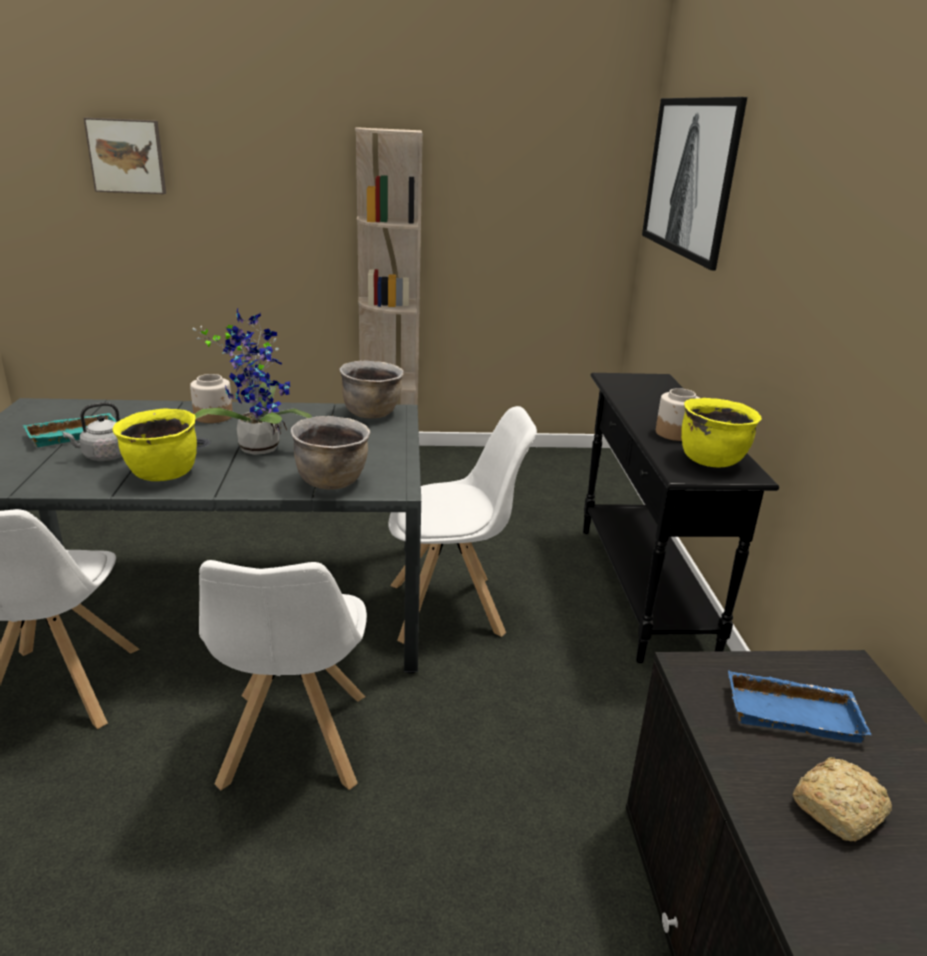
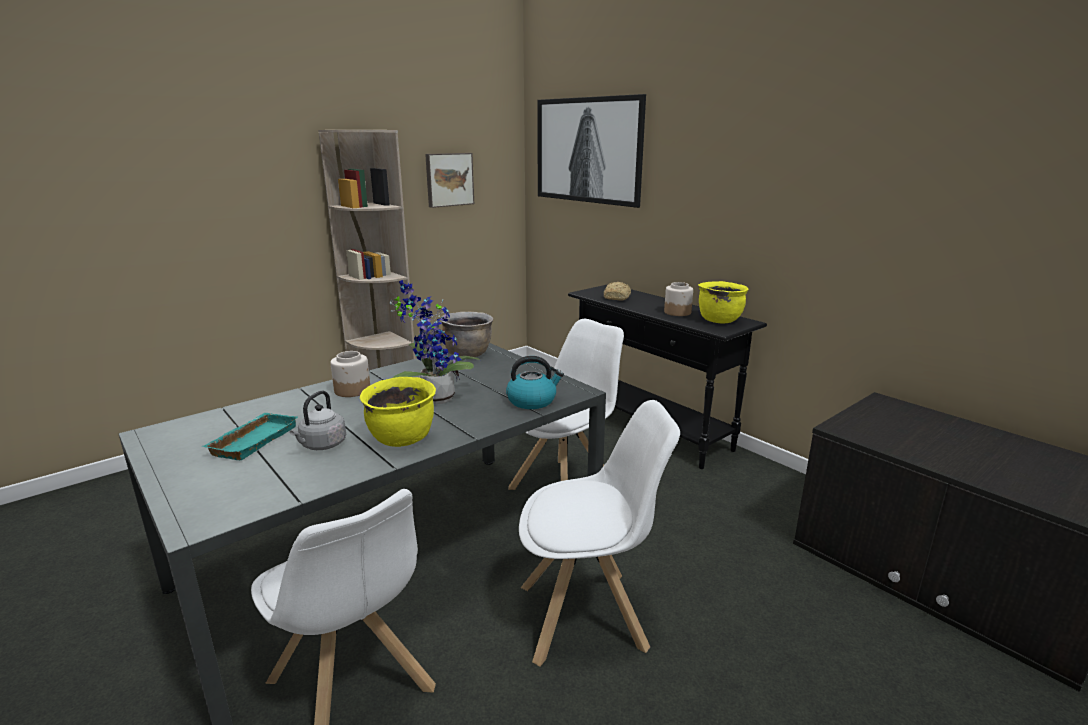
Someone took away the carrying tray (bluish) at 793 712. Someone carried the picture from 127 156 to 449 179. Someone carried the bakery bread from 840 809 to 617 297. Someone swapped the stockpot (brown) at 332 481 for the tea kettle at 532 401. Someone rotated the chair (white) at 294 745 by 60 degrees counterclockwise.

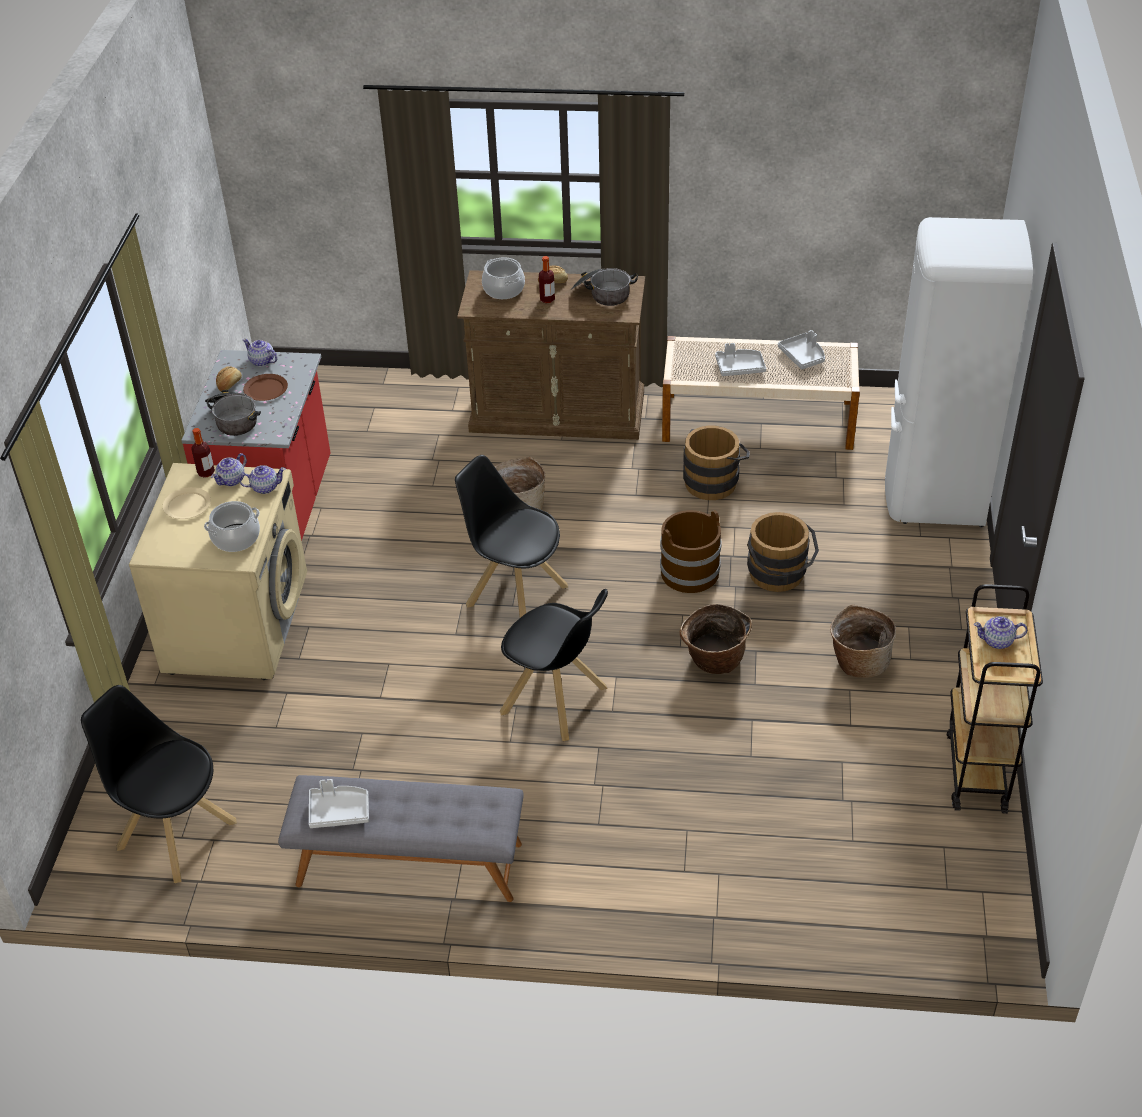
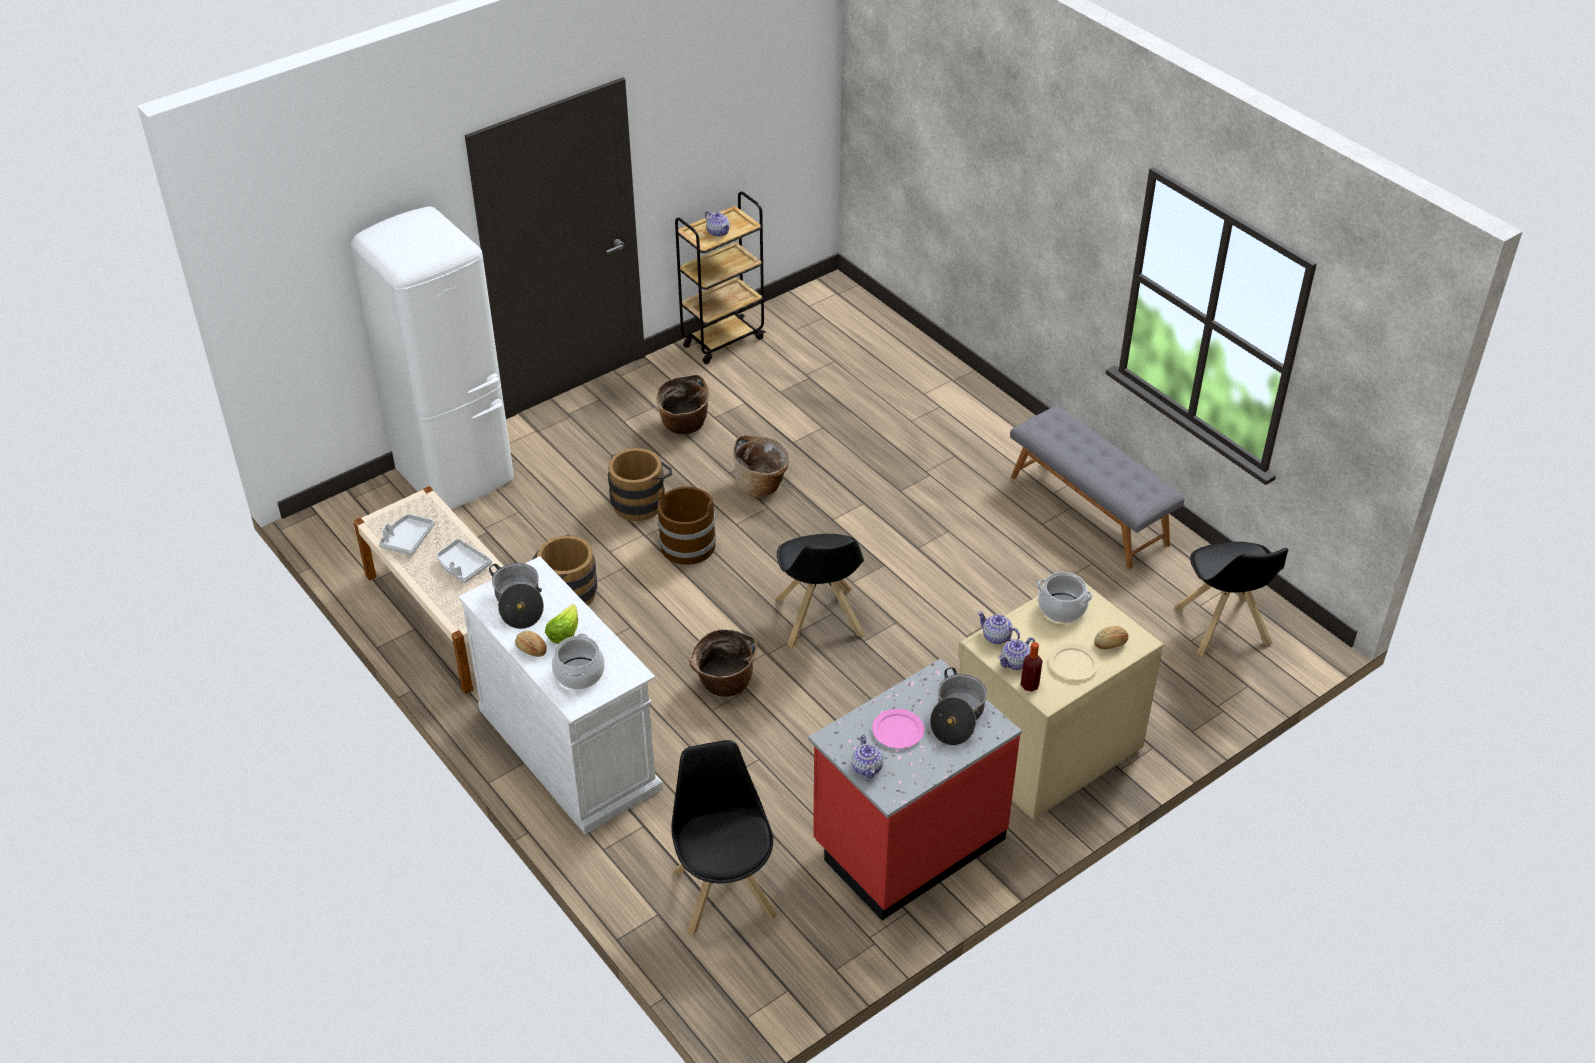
Someone took away the carrying tray (greyish) at 339 811. Someone carried the bakery bread from 229 384 to 1111 643. Someone carried the chair (black-coloured) from 556 701 to 724 890. Someone swapped the bottle at 547 299 for the head of lettuce at 564 634. Someone repainted the dinner plate (brown) at 266 389, which became the dinner plate (pink-coloured) at 898 730. Someone repainted the drawer chest (brown) at 557 411, which became the drawer chest (white) at 568 749. Someone rotated the tea pot at 232 480 by 150 degrees clockwise.

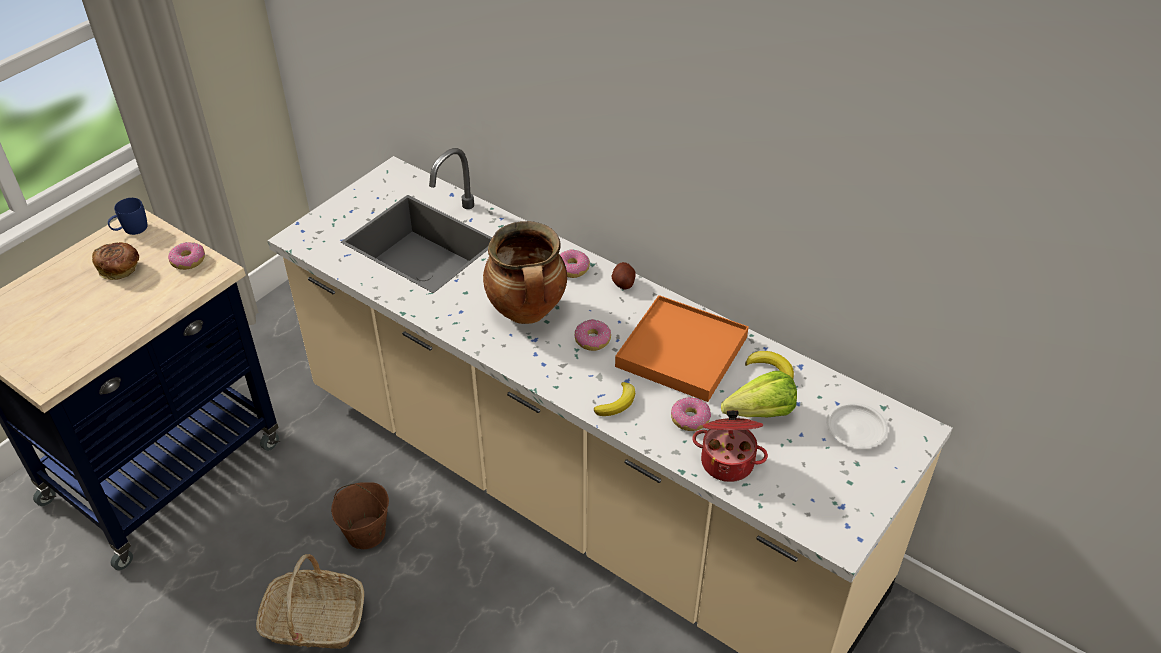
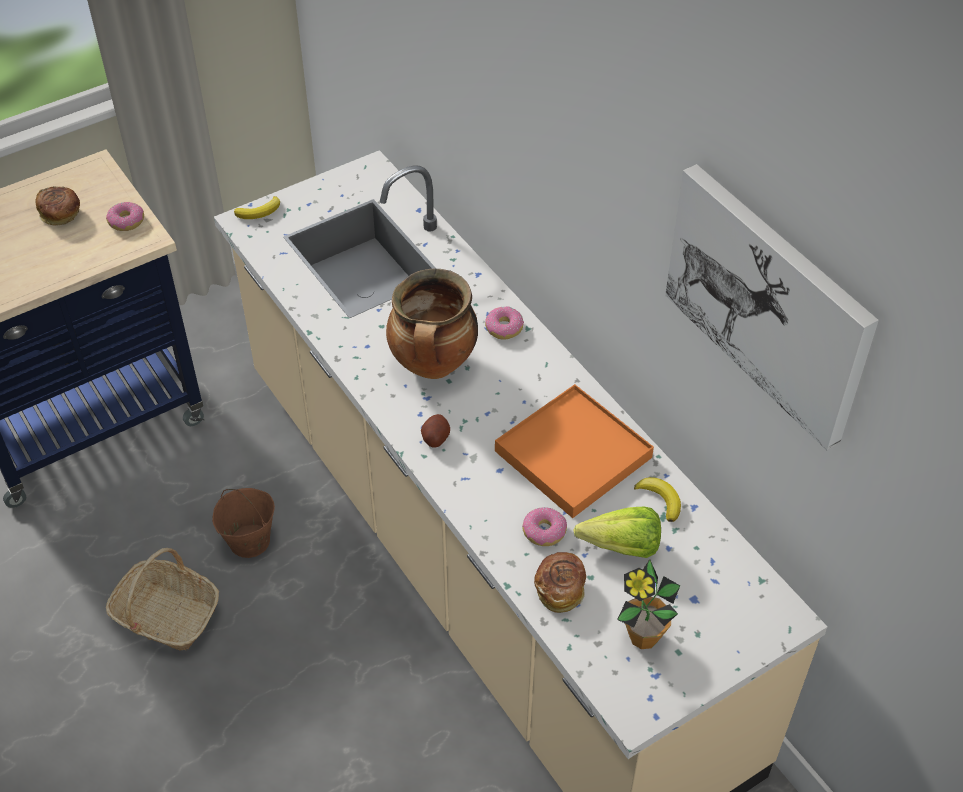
Someone took away the mug (bluish) at 131 230. Someone took away the ring doughnut at 592 340. Someone took away the dinner plate (white) at 855 428. Someone put down the plant in a pot at 643 637. Someone put up the picture at 768 303. Someone carried the banana fruit from 617 403 to 260 211. Someone carried the spud from 623 283 to 435 438. Someone swapped the stockpot at 727 461 for the bakery bread at 560 589.

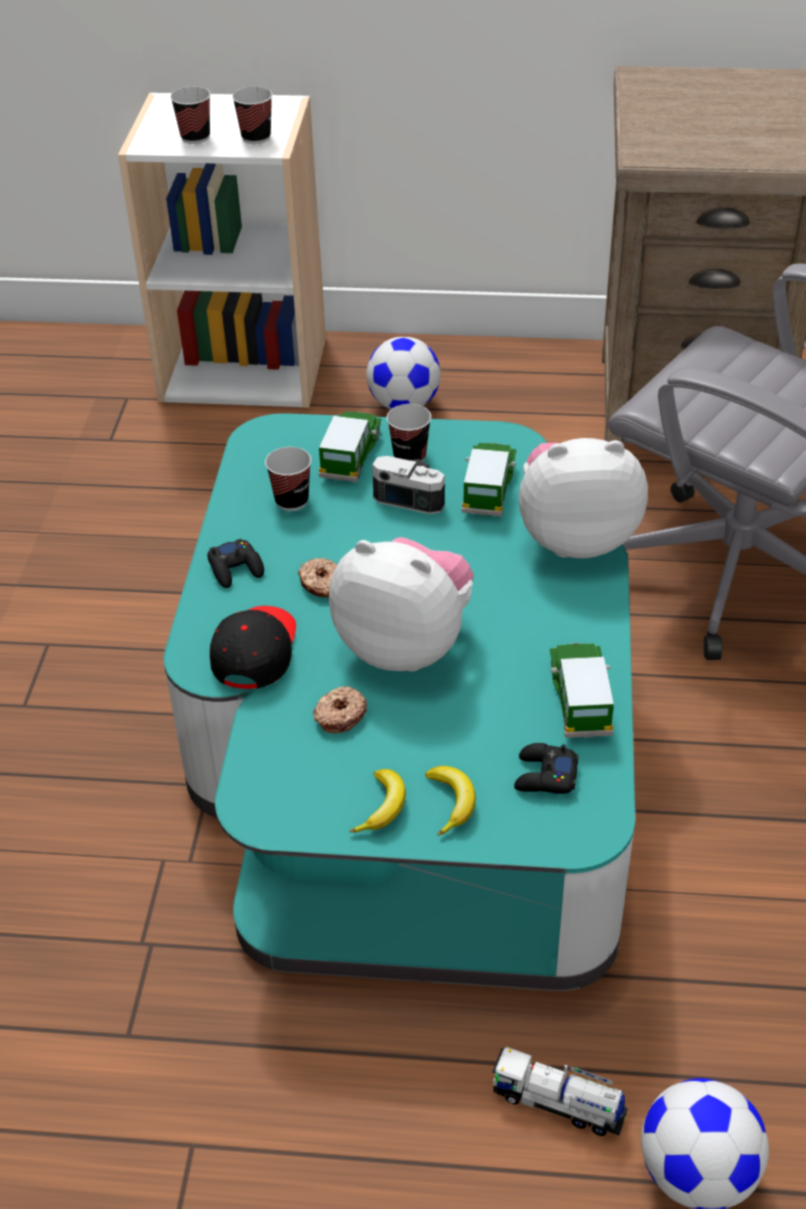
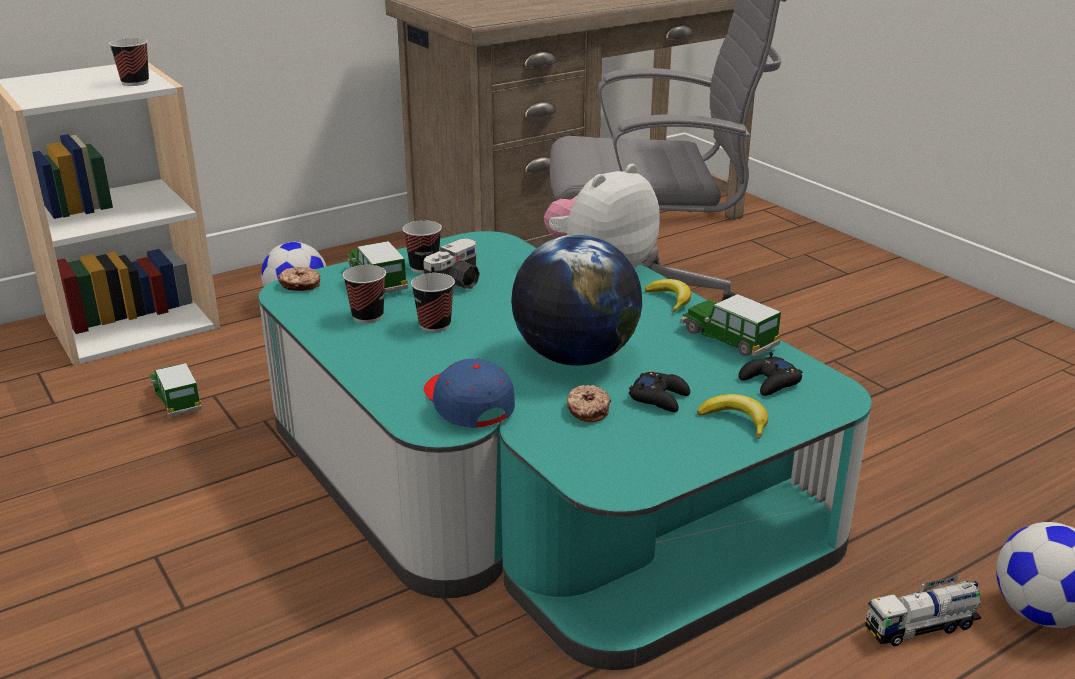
Someone carried the small cup from 195 137 to 435 325. Someone carried the game controller (black-coloured) from 236 569 to 660 398. Someone carried the ring doughnut from 321 584 to 300 285. Someone carried the banana fruit from 382 807 to 670 300. Someone carried the miniature car from 488 488 to 177 399. Someone swapped the plush toy at 406 645 for the globe at 575 357. Someone repainted the cap (black-coloured) at 255 651, which became the cap (bluish) at 467 403. Someone rotated the still camera at 412 495 by 150 degrees clockwise.

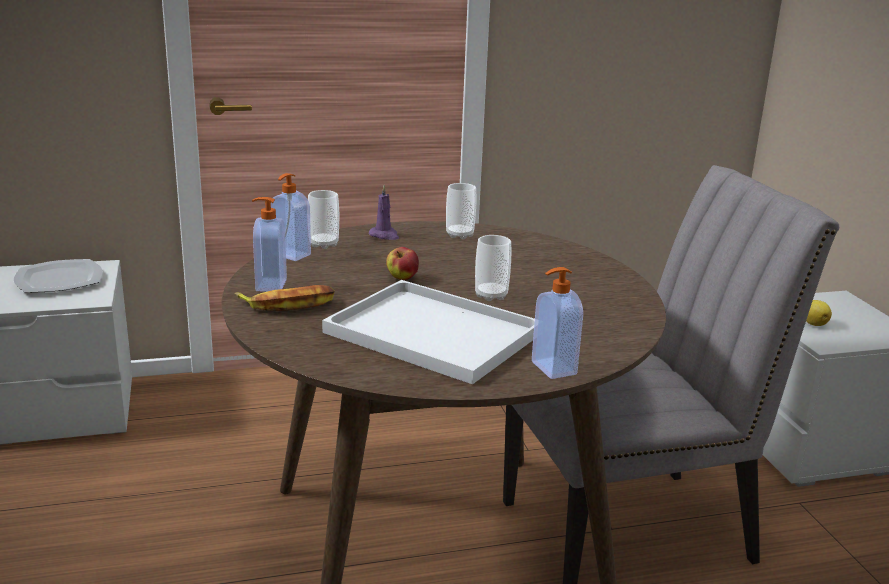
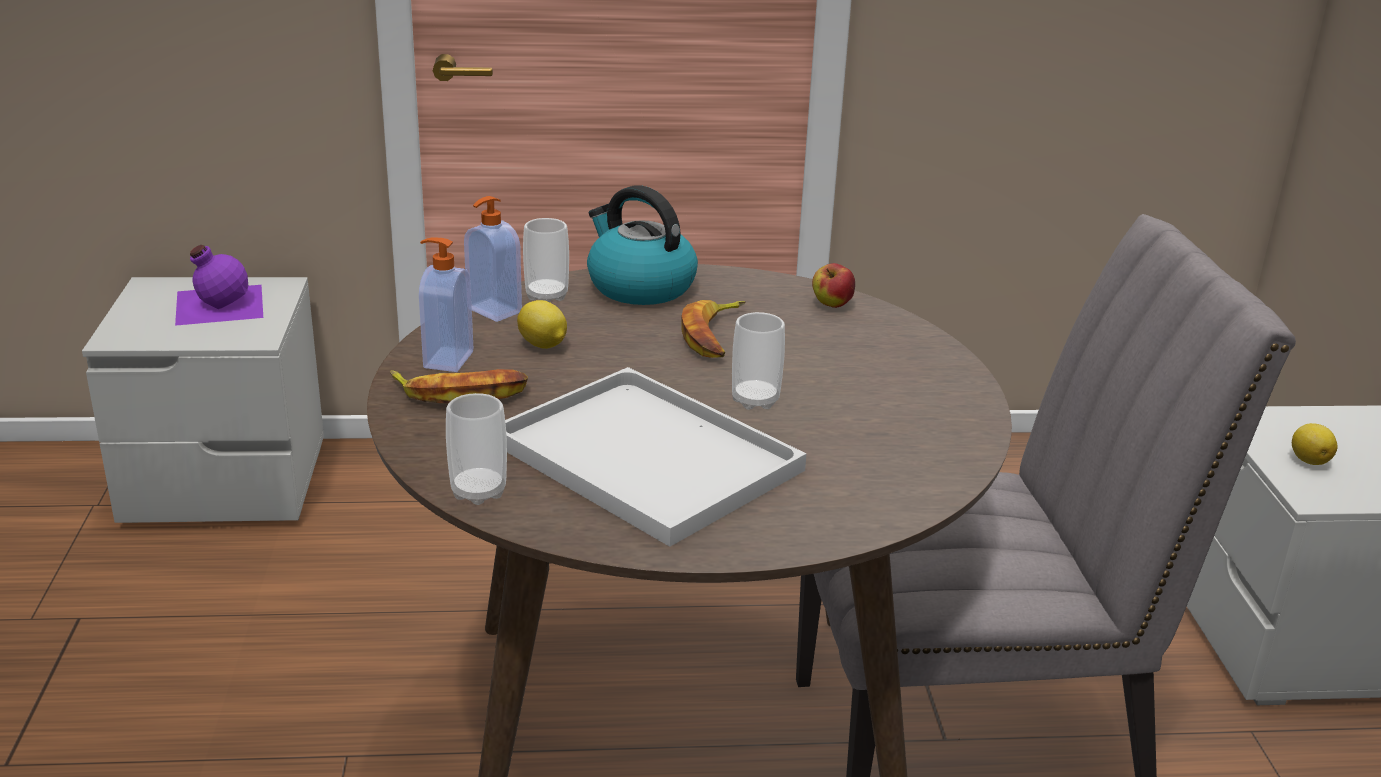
Someone took away the soap bottle at 552 368. Someone put down the citrus fruit at 543 345. Someone put down the banana fruit at 715 336. Someone carried the apple fruit from 402 278 to 832 305. Someone carried the small cup from 459 235 to 478 492. Someone swapped the dinner plate at 58 280 for the bottle (purplish) at 218 303. Someone swapped the wax candle (purplish) at 384 235 for the tea kettle at 639 286.

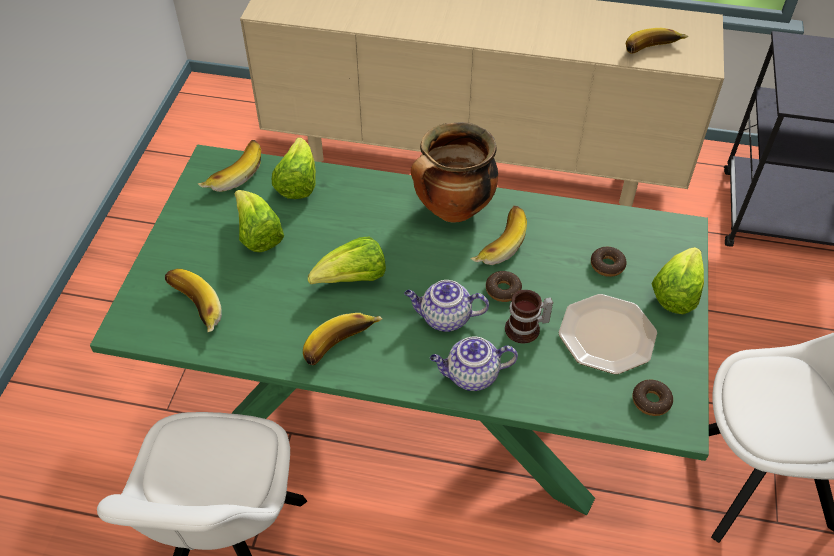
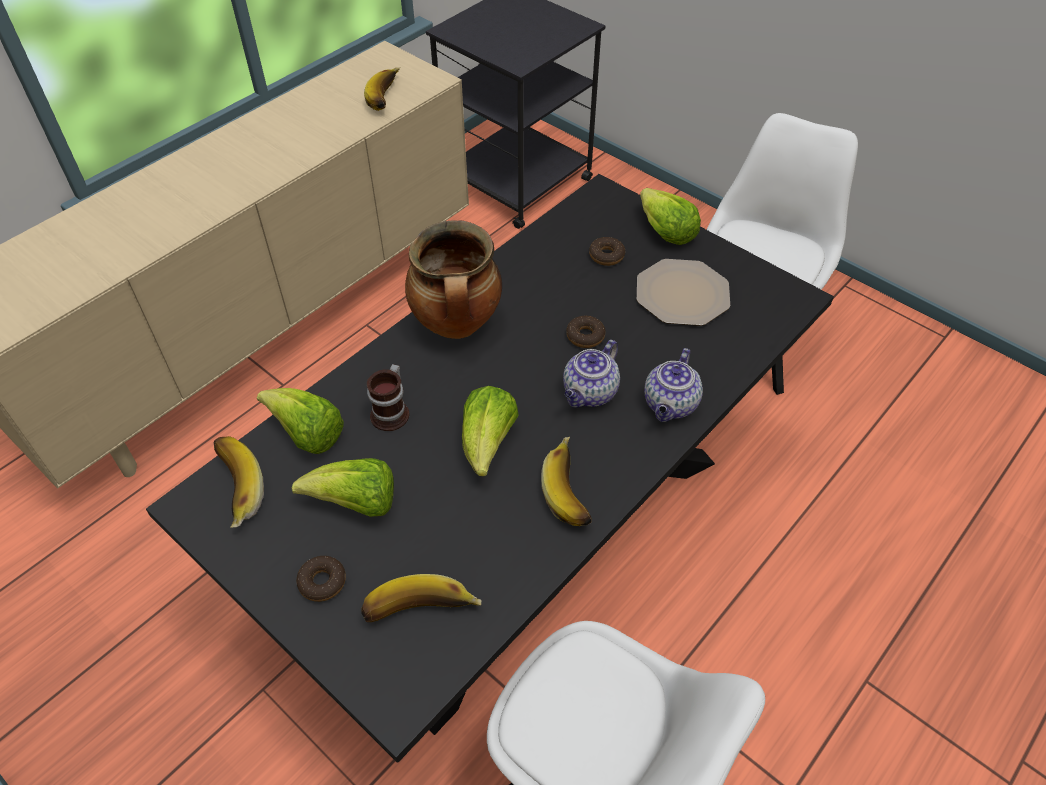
Someone took away the banana fruit at 496 243. Someone carried the mug from 526 330 to 393 412. Someone carried the ring doughnut from 651 401 to 322 582. Someone repainted the dining table (greenish) at 416 405, which became the dining table (black-coloured) at 524 535.

